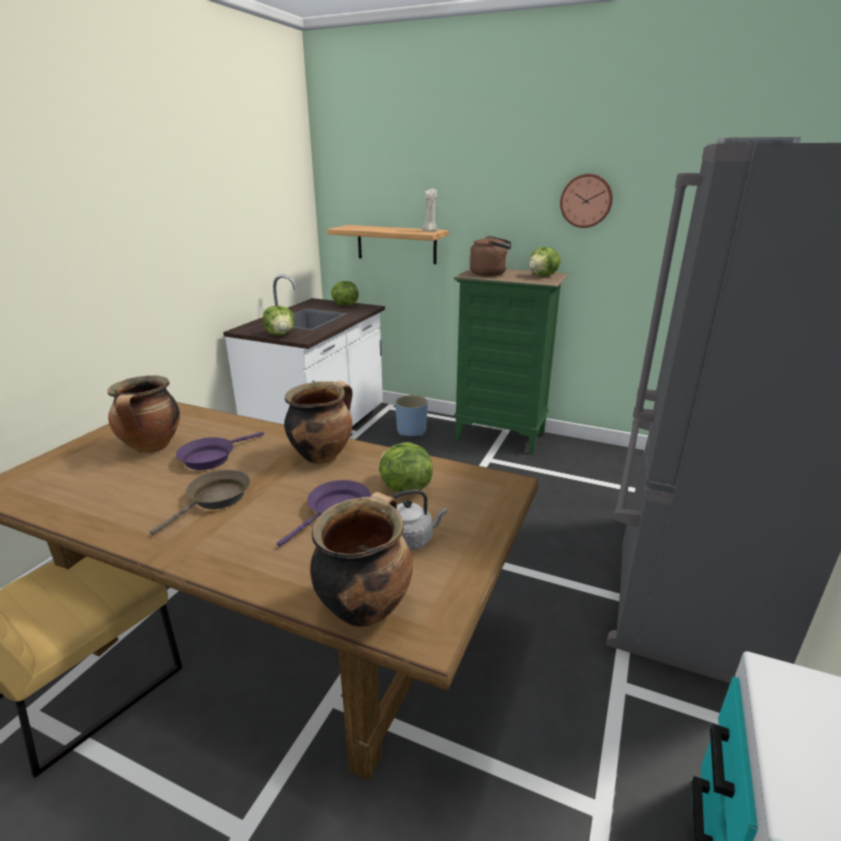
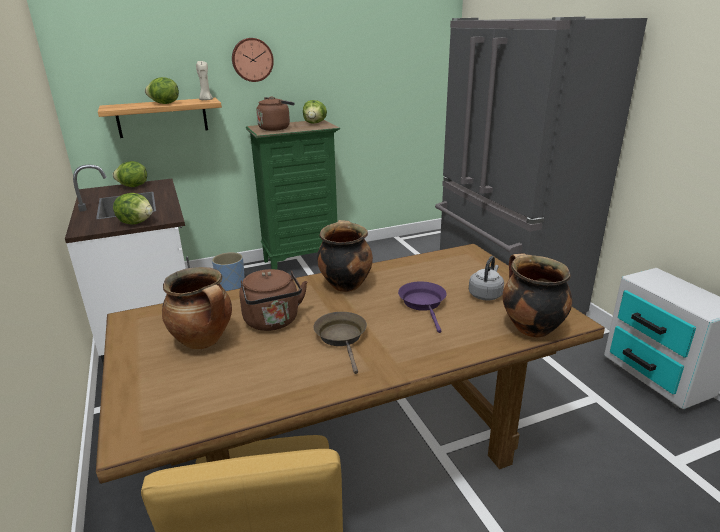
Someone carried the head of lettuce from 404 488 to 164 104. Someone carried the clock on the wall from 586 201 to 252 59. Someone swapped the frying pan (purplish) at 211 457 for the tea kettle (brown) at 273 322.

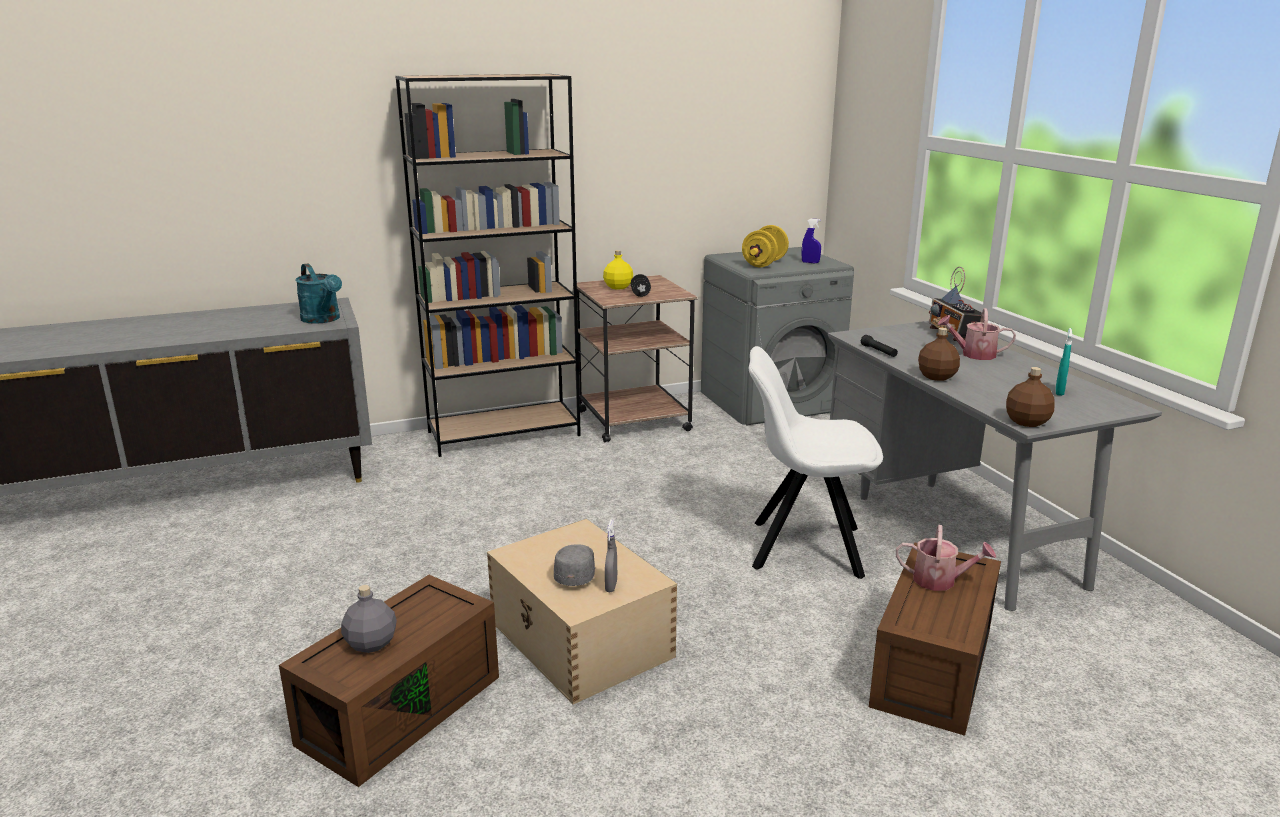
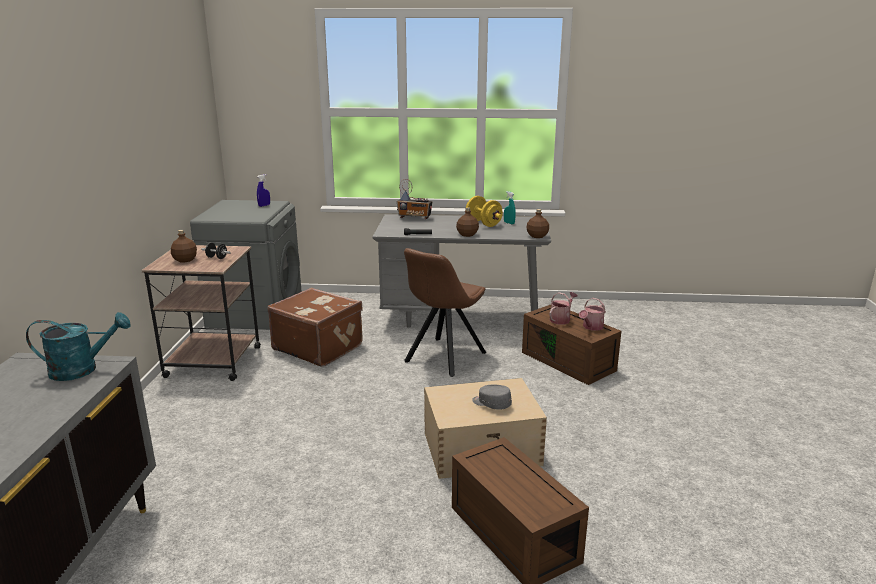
Someone took away the bottle (greyish) at 370 643. Someone took away the bookcase (sand-coloured) at 504 433. Someone took away the spray bottle (greyish) at 611 586. Someone put down the suitcase (brown) at 318 347. Someone carried the free weight (yellow-coloured) from 764 263 to 483 223. Someone carried the sprinkling can from 973 354 to 591 327. Someone repainted the bottle (yellow-coloured) at 618 287, which became the bottle (brown) at 185 260. Someone repainted the chair (white) at 805 548, which became the chair (brown) at 444 357.

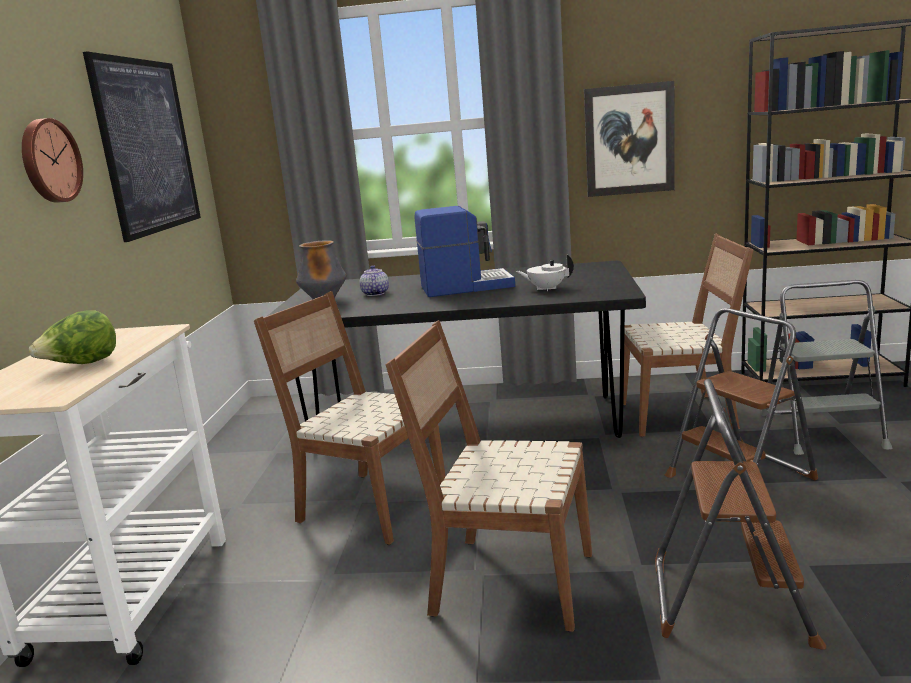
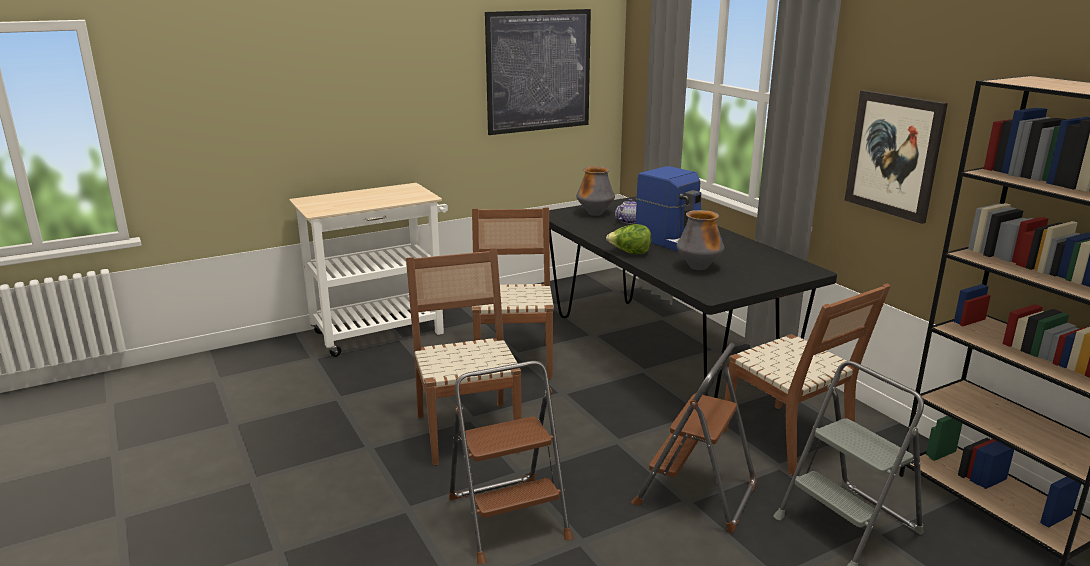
Someone took away the clock on the wall at 49 161. Someone carried the head of lettuce from 82 365 to 630 253. Someone swapped the tea pot (white) at 546 289 for the decorative vase at 698 267.

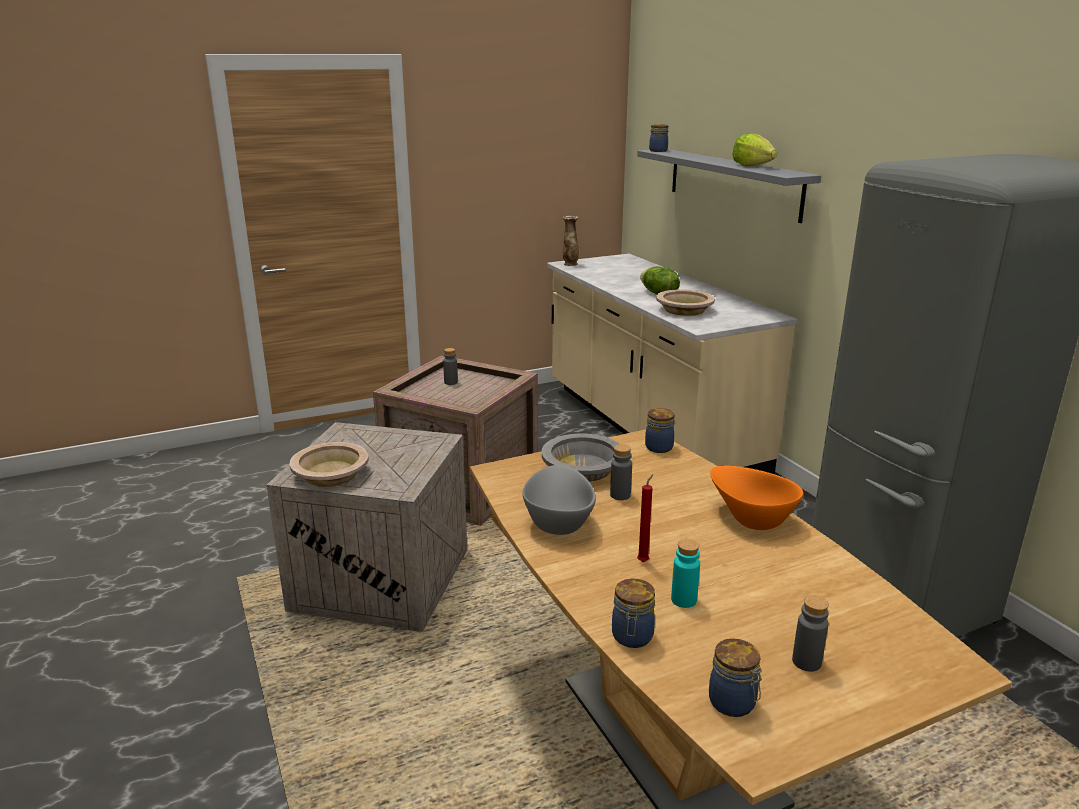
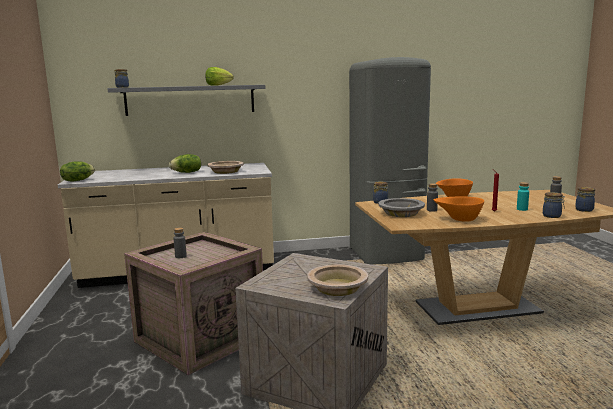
Someone swapped the decorative vase at 570 264 for the head of lettuce at 77 180. Someone repainted the bowl (greyish) at 559 521, which became the bowl (orange-coloured) at 459 219.

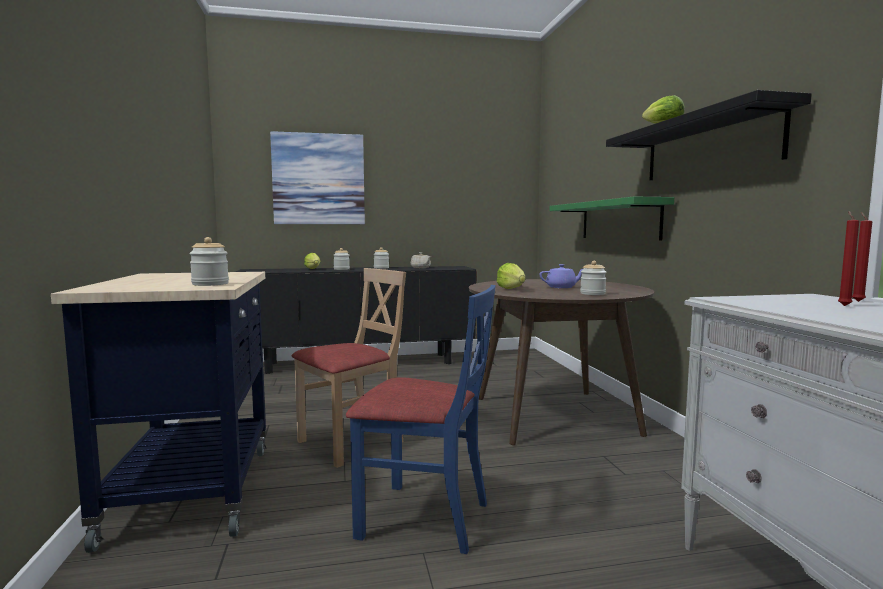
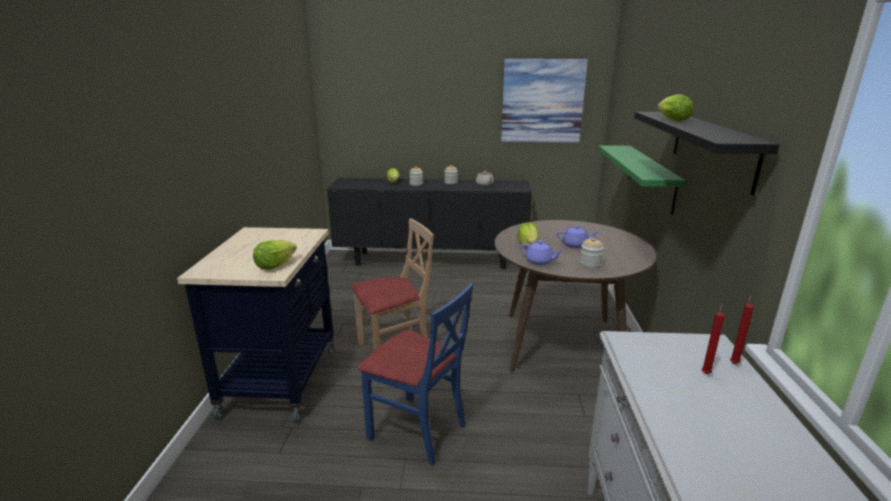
Someone put down the tea pot (purplish) at 539 261. Someone carried the picture from 318 179 to 542 101. Someone swapped the preserve jar at 210 284 for the head of lettuce at 275 265.

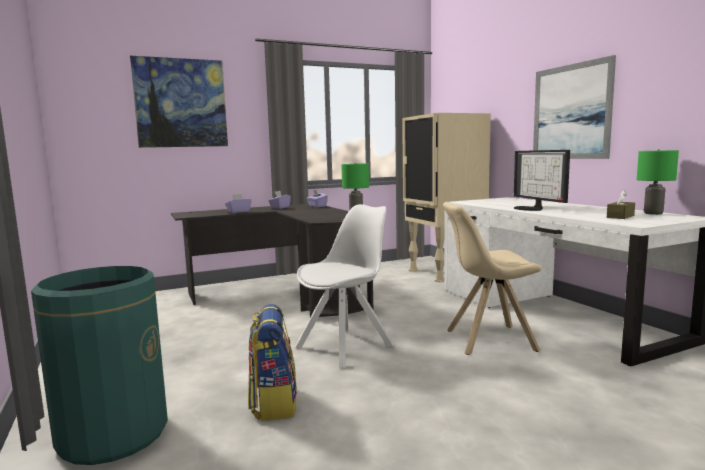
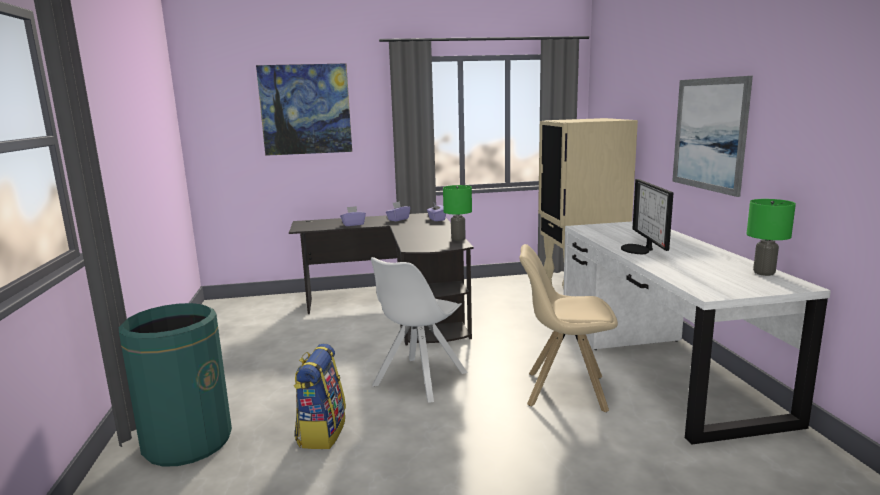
Someone took away the tissue holder (brown) at 620 216. Someone rotated the chair (white) at 346 346 by 150 degrees clockwise.

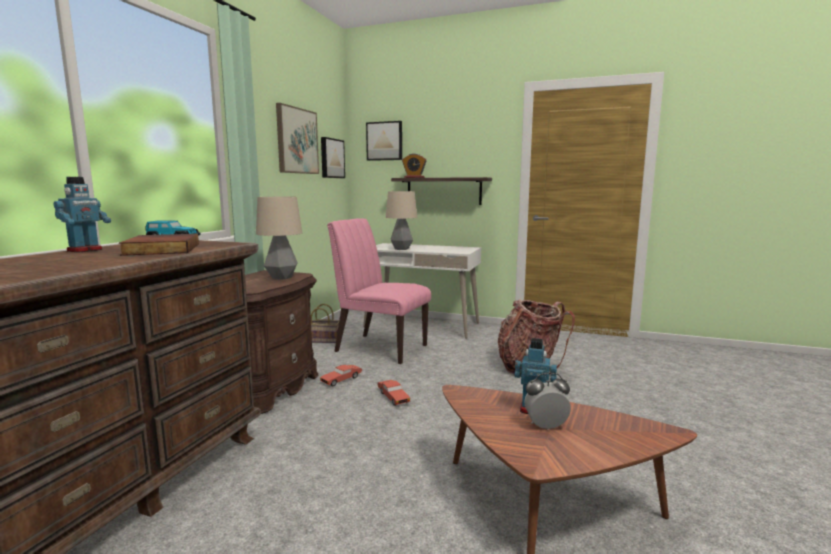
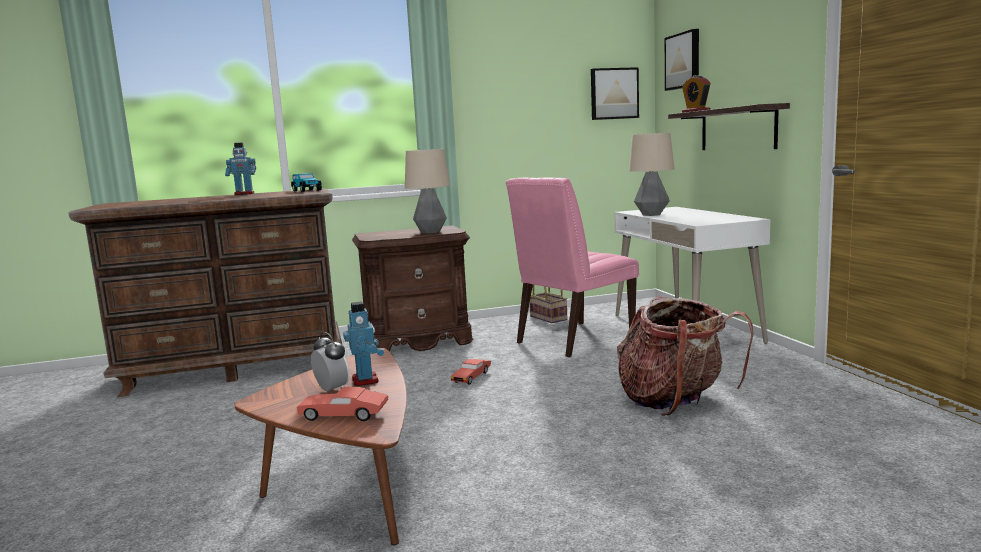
Someone took away the bound book at 161 249. Someone took away the picture at 297 141. Someone carried the miniature car (red) from 341 380 to 344 415. Someone rotated the chair (pink-coloured) at 382 348 by 120 degrees counterclockwise.

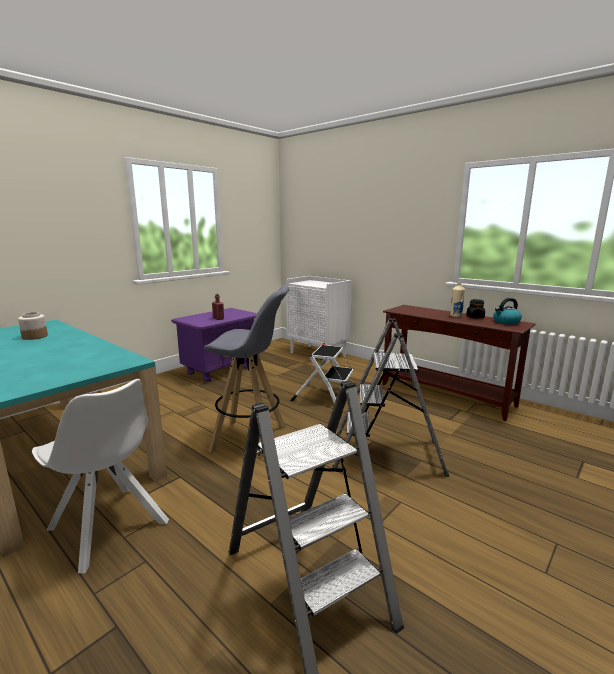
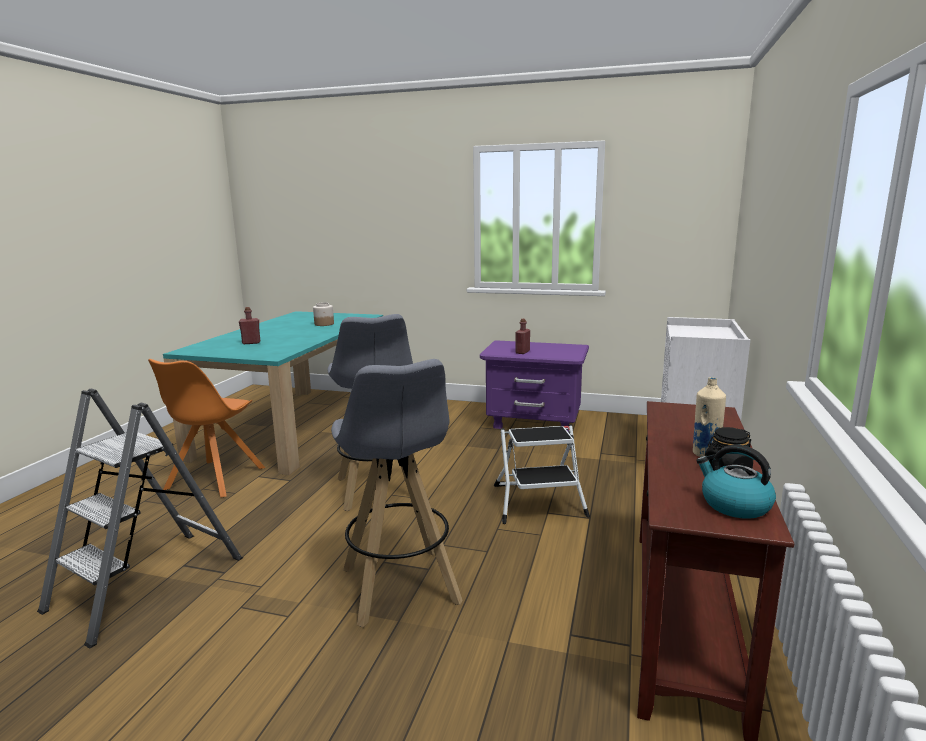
Someone put down the bottle (red) at 251 343. Someone swapped the stepladder (greyish) at 389 454 for the stool seat (greyish) at 400 588. Someone repainted the chair (white) at 109 527, which became the chair (orange-coloured) at 214 479.

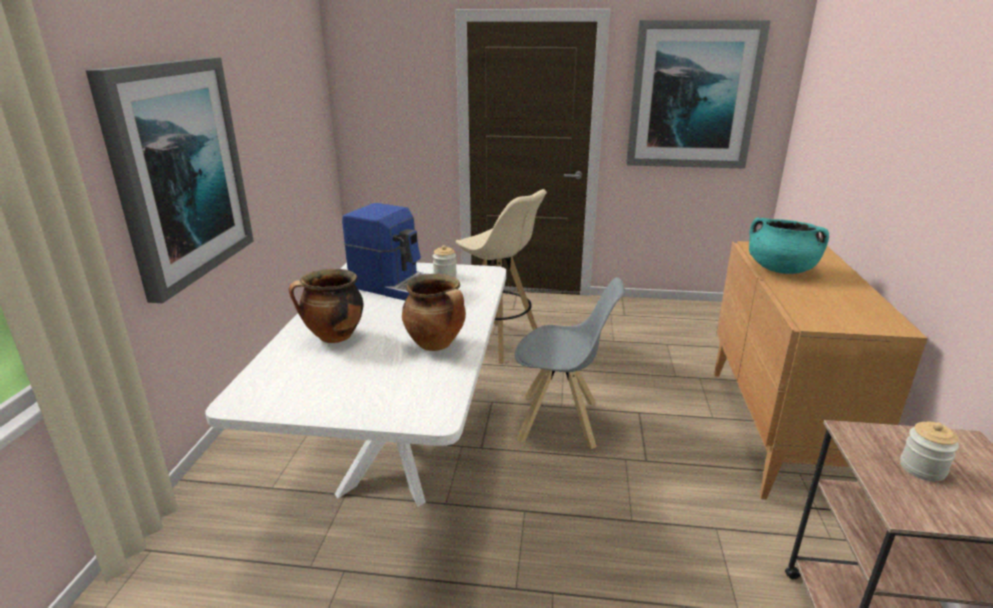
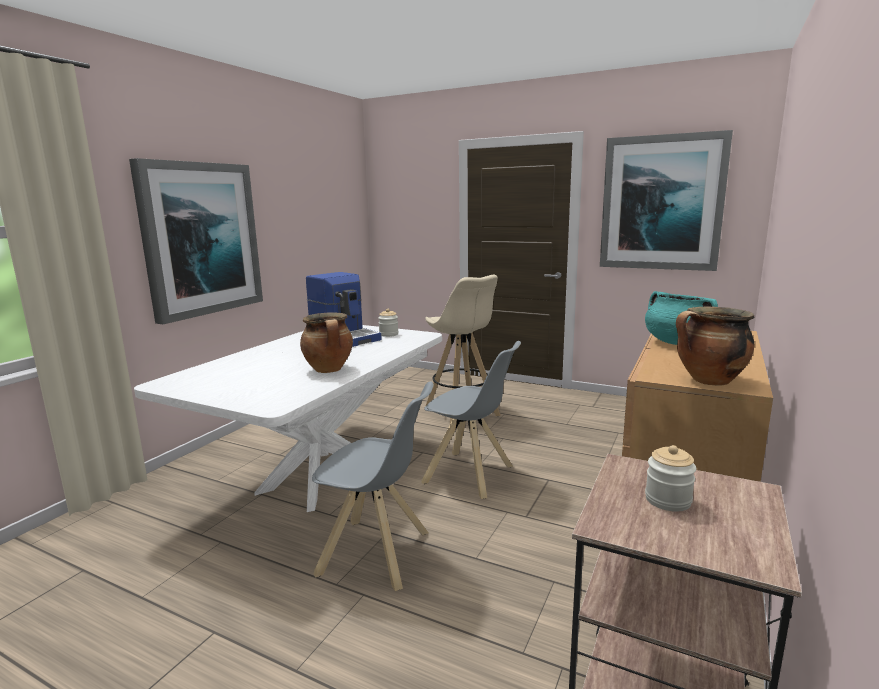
Someone put down the chair (greyish) at 377 553. Someone carried the stockpot from 333 337 to 709 381.

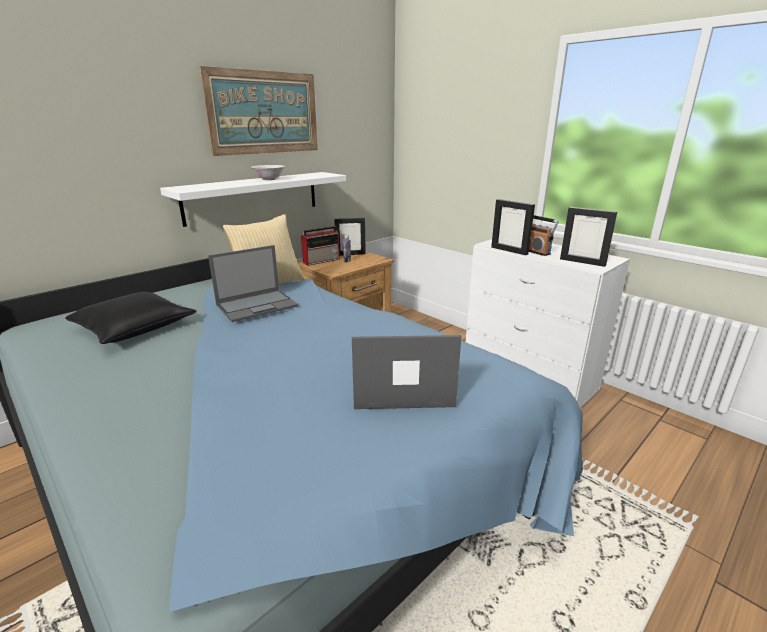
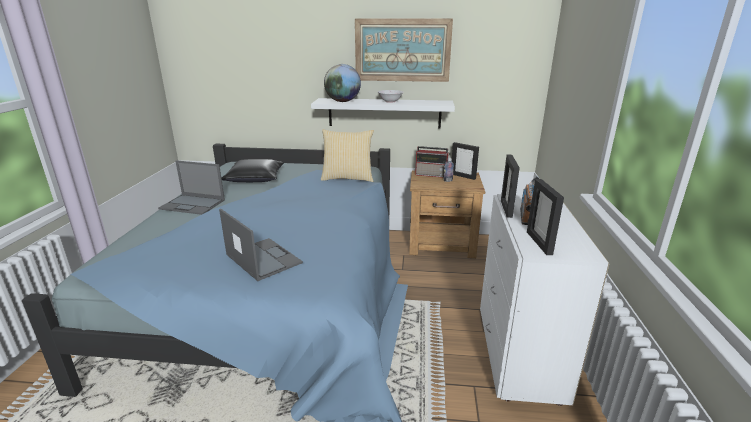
Someone put down the globe at 342 101. Someone carried the laptop from 258 305 to 193 204.

